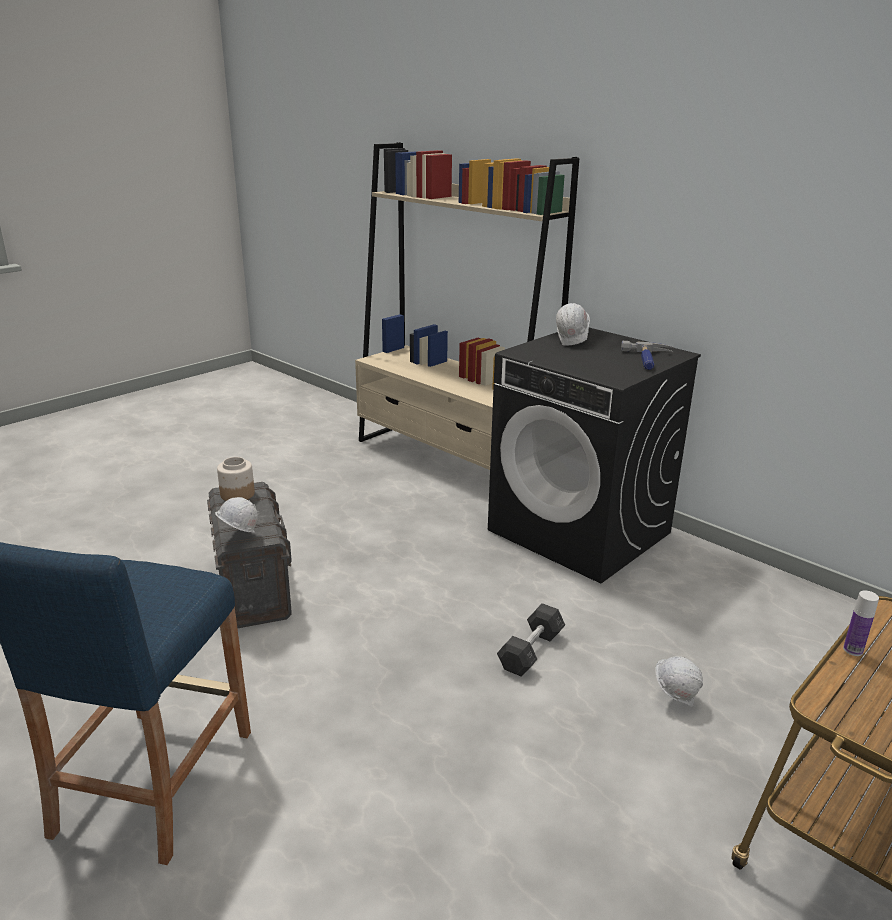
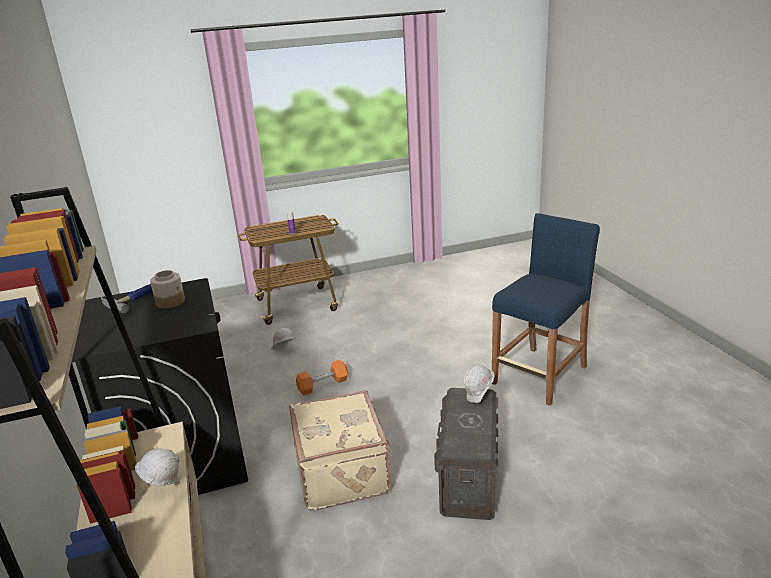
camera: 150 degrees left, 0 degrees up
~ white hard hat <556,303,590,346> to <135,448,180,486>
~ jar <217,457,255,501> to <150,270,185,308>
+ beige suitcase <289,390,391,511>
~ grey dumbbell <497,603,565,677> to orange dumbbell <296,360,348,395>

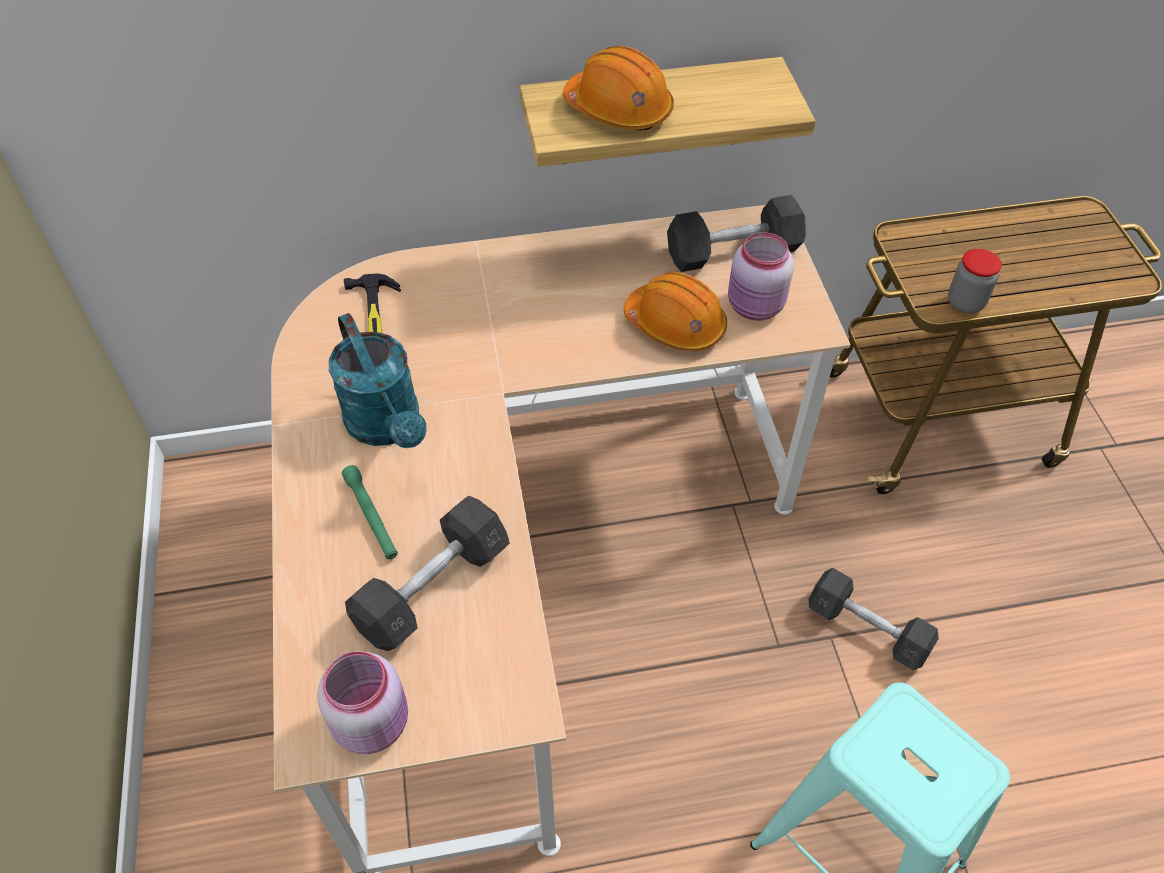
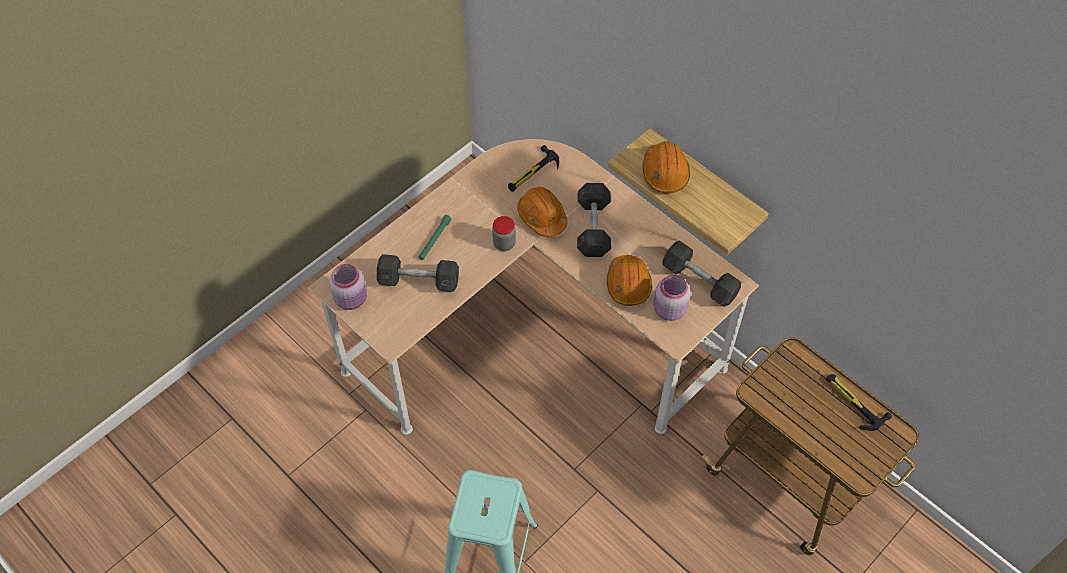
camera: 55 degrees right, 5 degrees up
~ jar <948,249,1002,313> to <492,216,516,251>
+ orange hard hat <517,187,568,237>
~ grey dumbbell <809,568,939,670> to <577,183,611,257>
+ hammer <825,374,892,431>
- turquoise watering can <329,313,427,448>

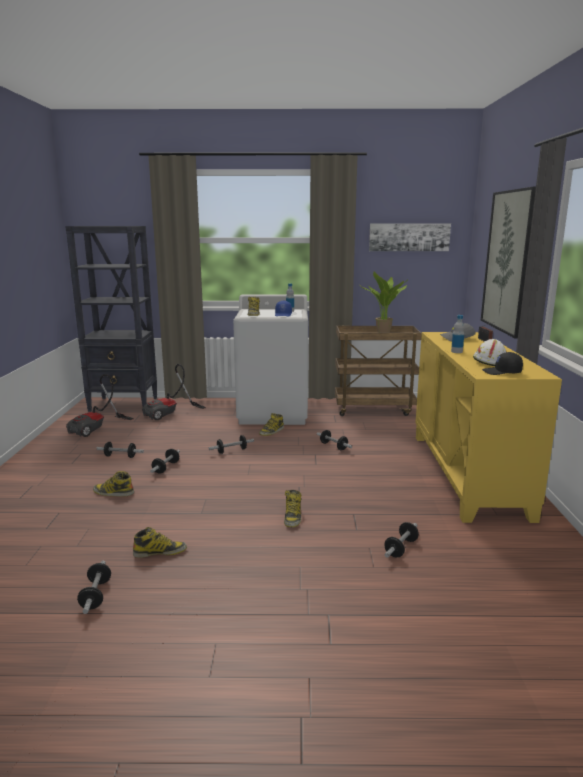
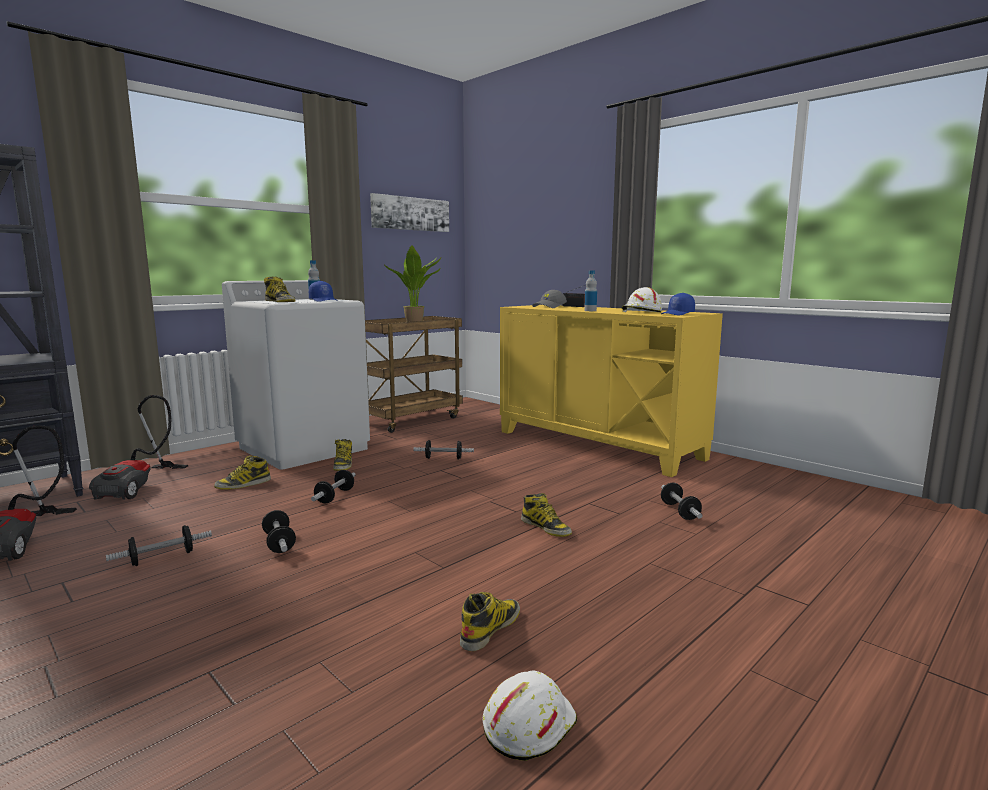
camera: 45 degrees left, 5 degrees down
~ boot <93,471,134,497> to <214,456,271,490>
~ dumbbell <77,561,111,614> to white hard hat <483,671,577,761>
~ black cap <482,352,523,375> to blue cap <661,293,695,315>
- picture <481,187,536,339>

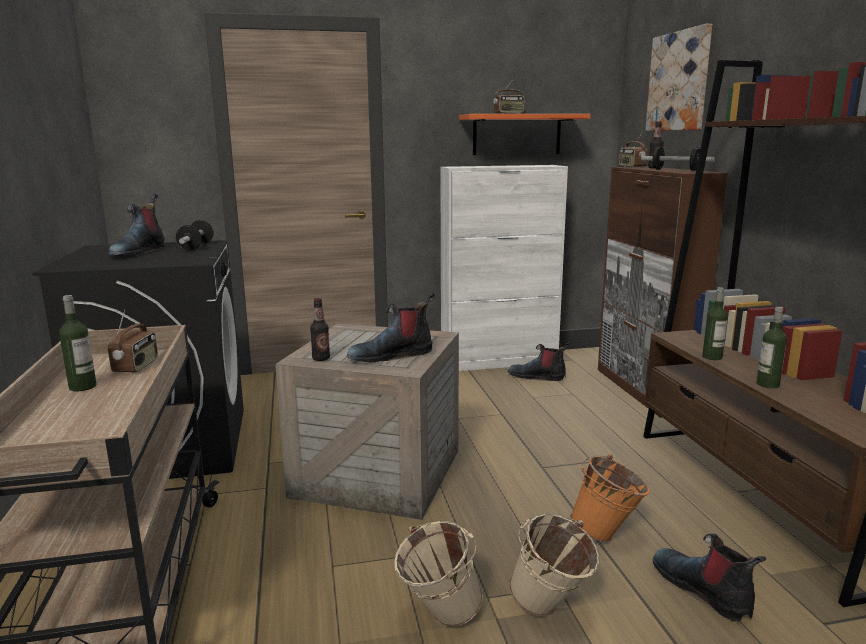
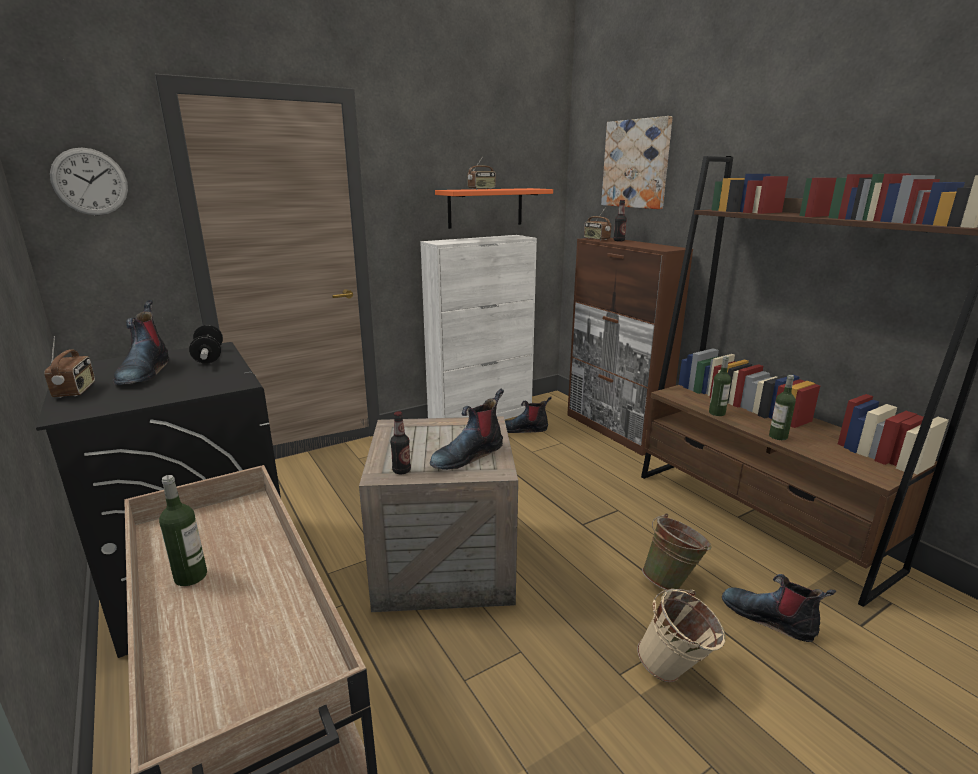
camera: 20 degrees left, 5 degrees up
~ radio <108,309,158,373> to <44,336,95,398>
+ wall clock <50,147,128,215>
~ orange bucket <570,454,650,542> to green bucket <642,513,712,590>
- beige bucket <394,521,483,627>
- dumbbell <641,147,715,171>

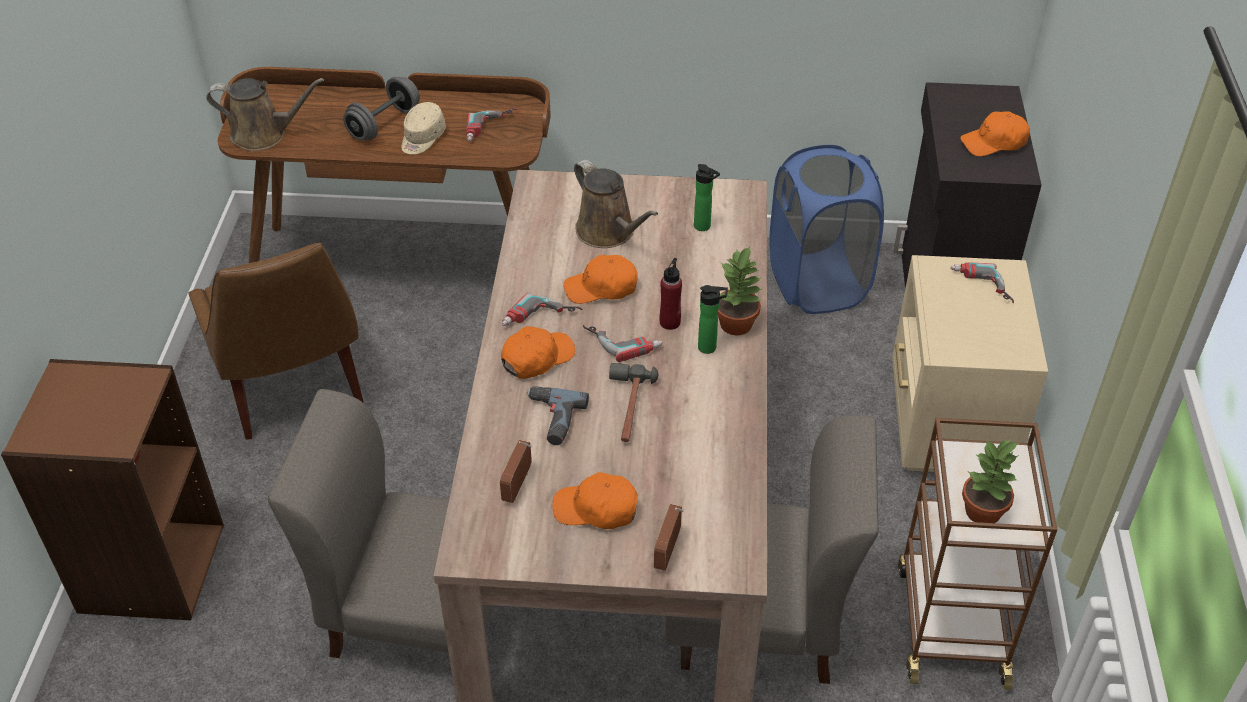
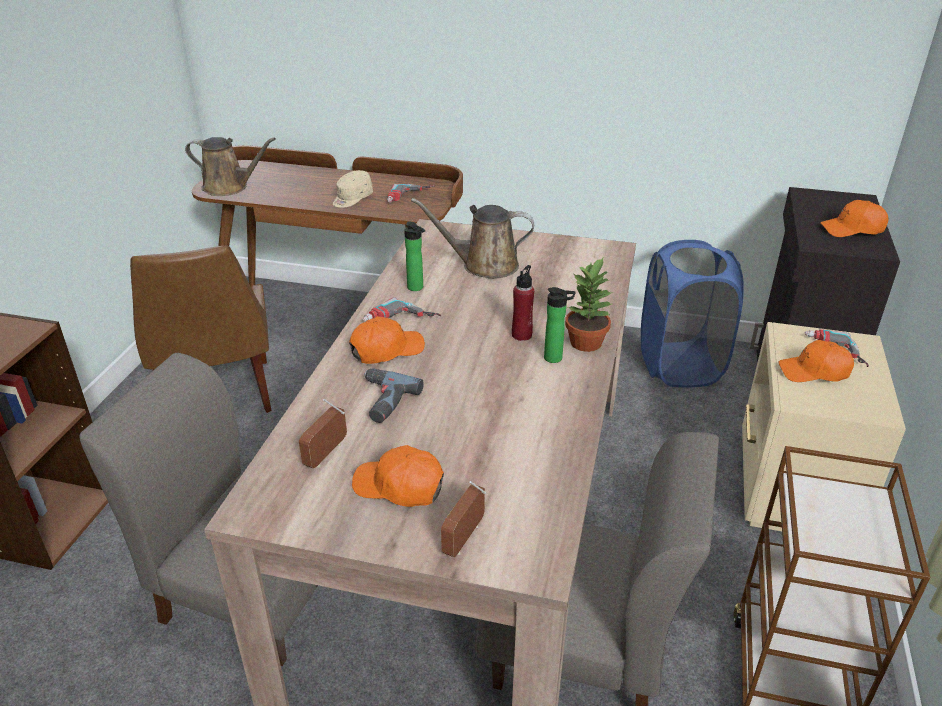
camera: 10 degrees right, 10 degrees down
~ bottle <694,164,720,231> to <404,221,425,291>
~ brown watering can <574,160,658,248> = <411,198,534,279> 120 degrees clockwise
~ orange cap <564,255,638,304> to <779,340,854,382>
- grey dumbbell <343,77,420,140>
- power drill <583,325,663,362>
- hammer <609,363,658,442>
- potted plant <962,438,1019,523>

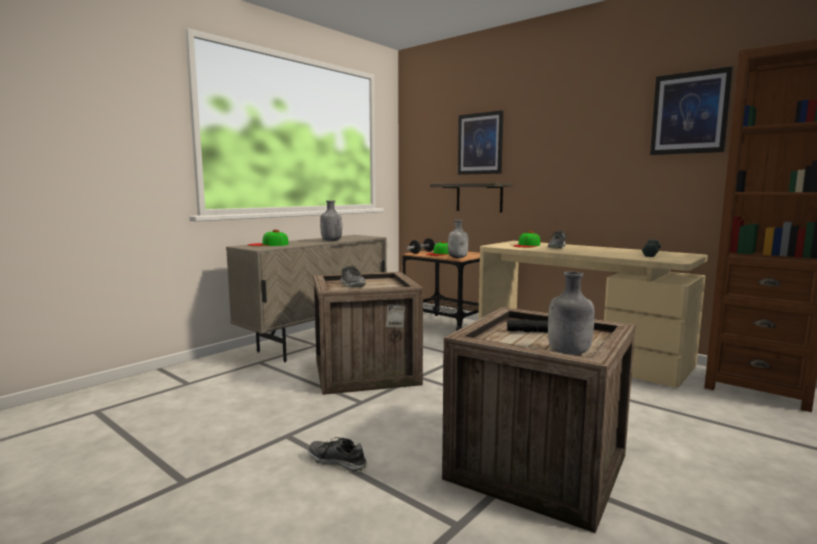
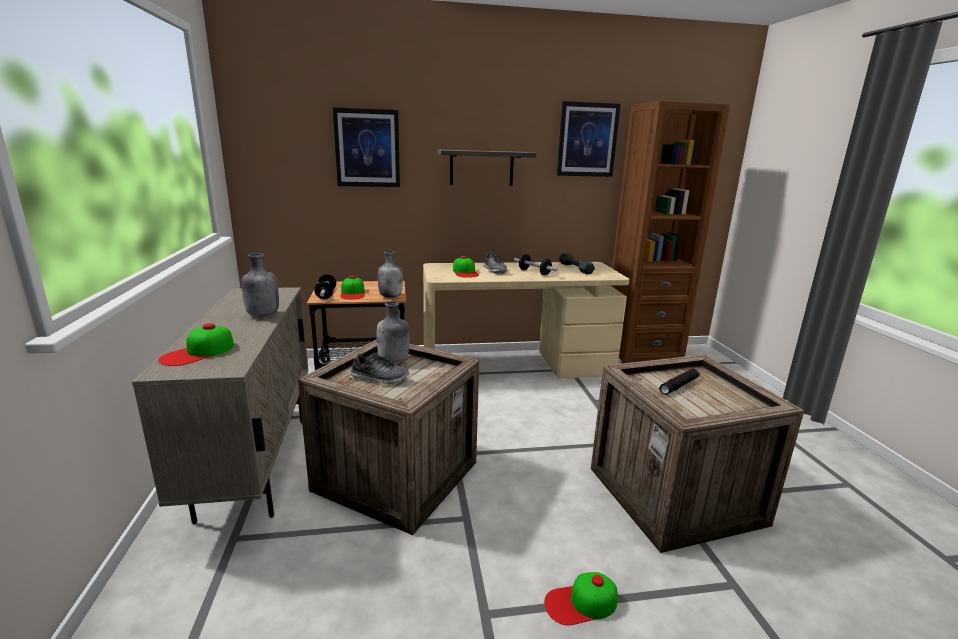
camera: 50 degrees left, 10 degrees up
~ grey bottle <548,272,595,355> to <377,301,410,362>
~ shelf <430,183,513,212> to <437,149,536,186>
+ dumbbell <514,254,558,275>
~ shoe <308,437,367,473> to cap <544,572,618,625>

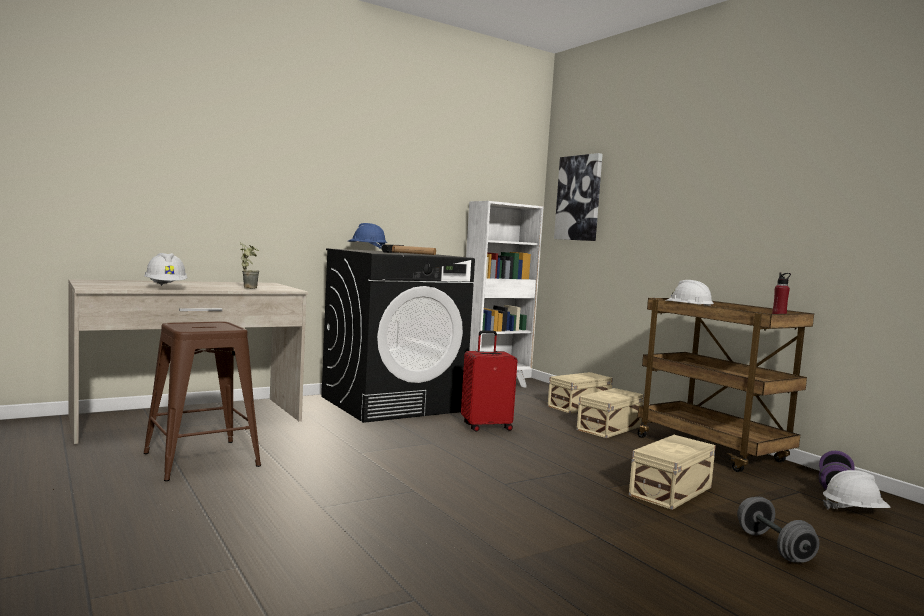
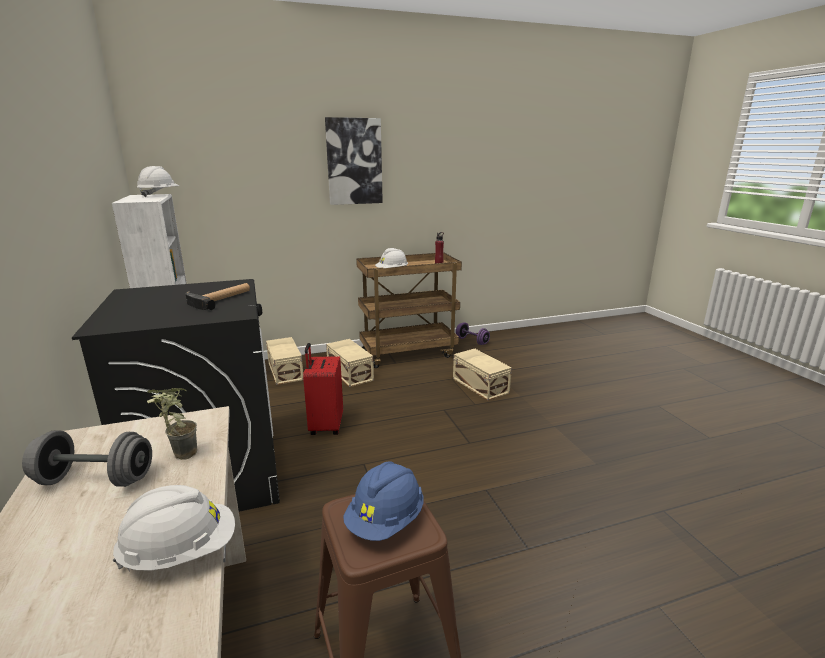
camera: 75 degrees left, 15 degrees up
~ grey dumbbell <737,497,820,563> to <22,430,152,487>
~ white hard hat <823,470,891,510> to <137,166,179,197>
~ picture <554,153,603,241> to <325,117,383,205>
~ blue hard hat <348,223,387,249> to <343,461,423,541>

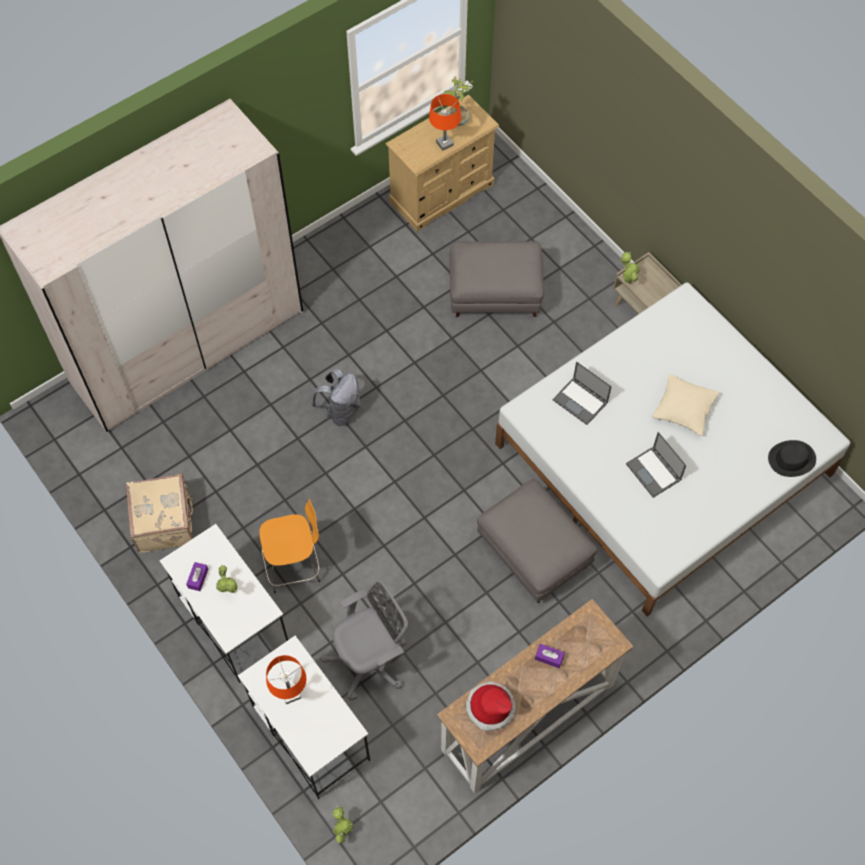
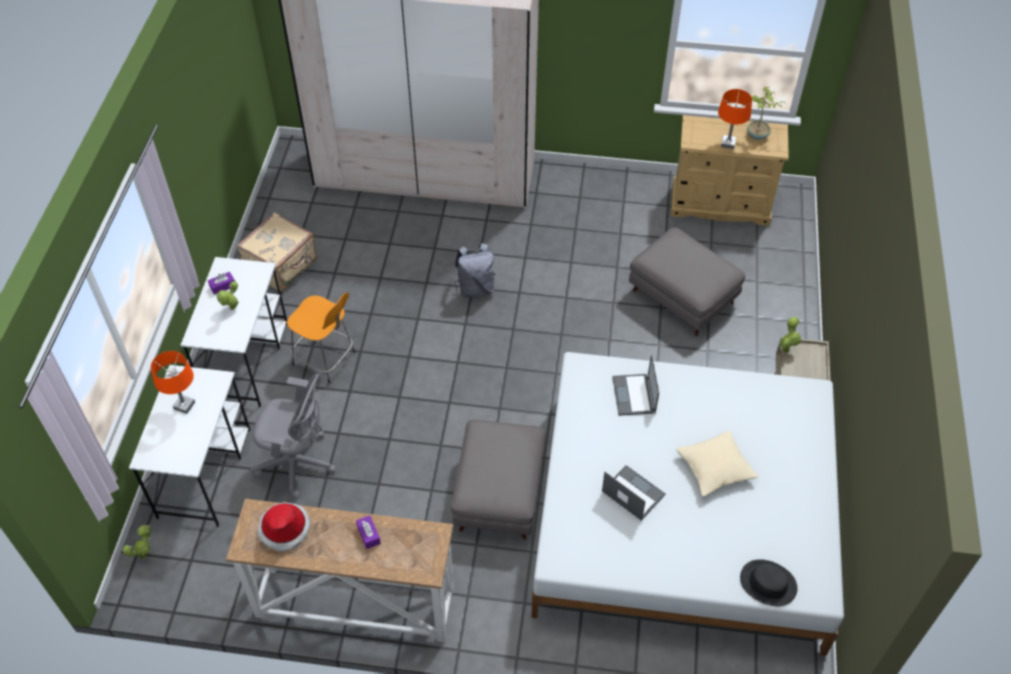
camera: 45 degrees right, 10 degrees down
~ laptop <626,432,686,498> = <602,465,666,521> 120 degrees clockwise

